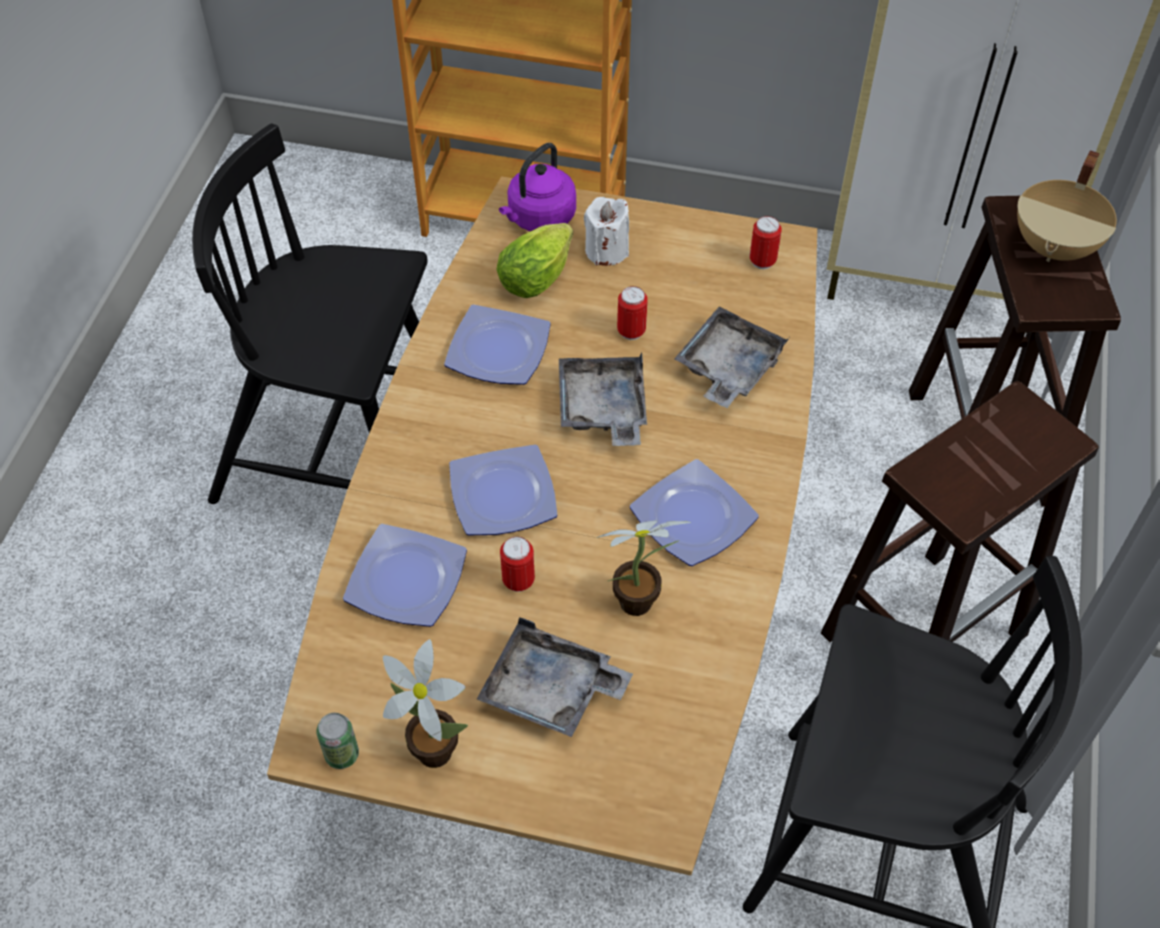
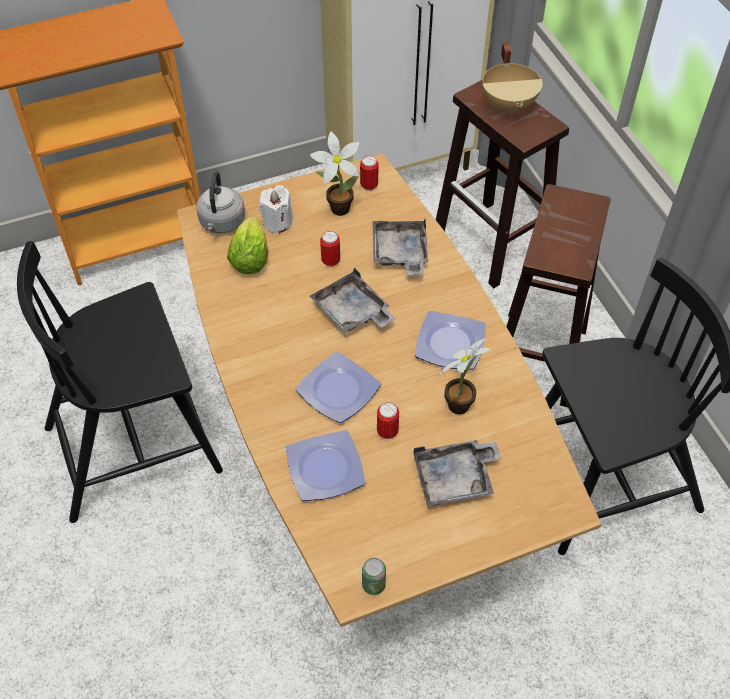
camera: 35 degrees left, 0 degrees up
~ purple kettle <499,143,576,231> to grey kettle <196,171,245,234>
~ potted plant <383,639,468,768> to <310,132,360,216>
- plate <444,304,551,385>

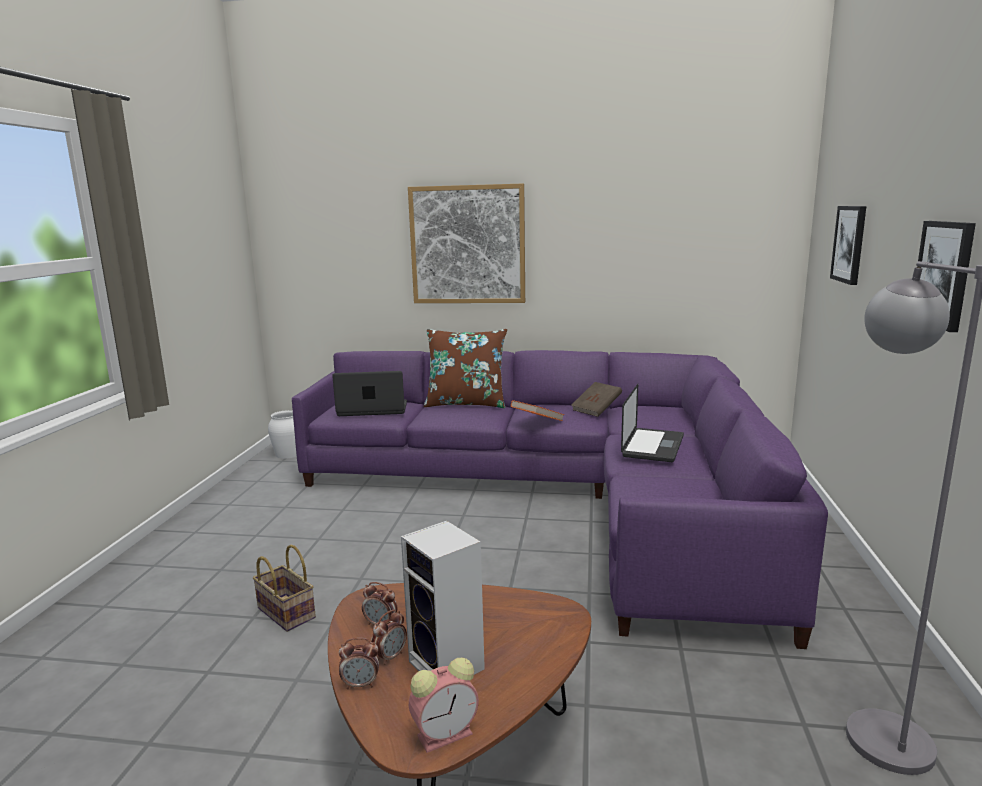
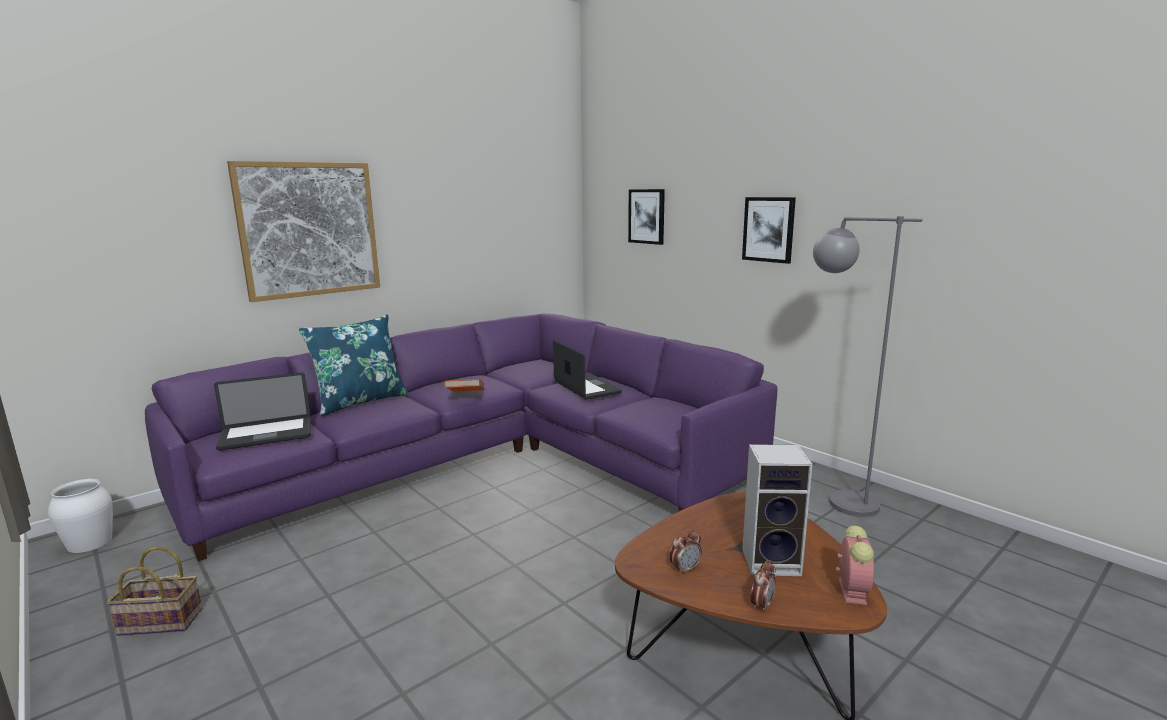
camera: 50 degrees left, 0 degrees up
~ basket <253,545,316,632> to <106,546,202,636>
~ laptop <332,371,407,416> = <214,373,311,451> 150 degrees counterclockwise
~ brown pillow <424,329,507,408> to blue pillow <299,315,408,417>
- alarm clock <371,609,407,665>
- brown book <572,382,622,417>

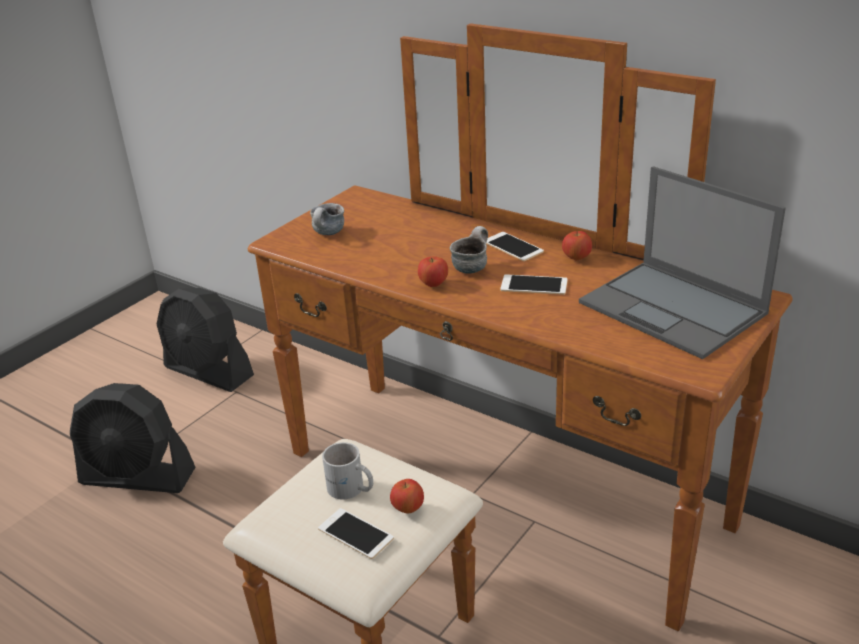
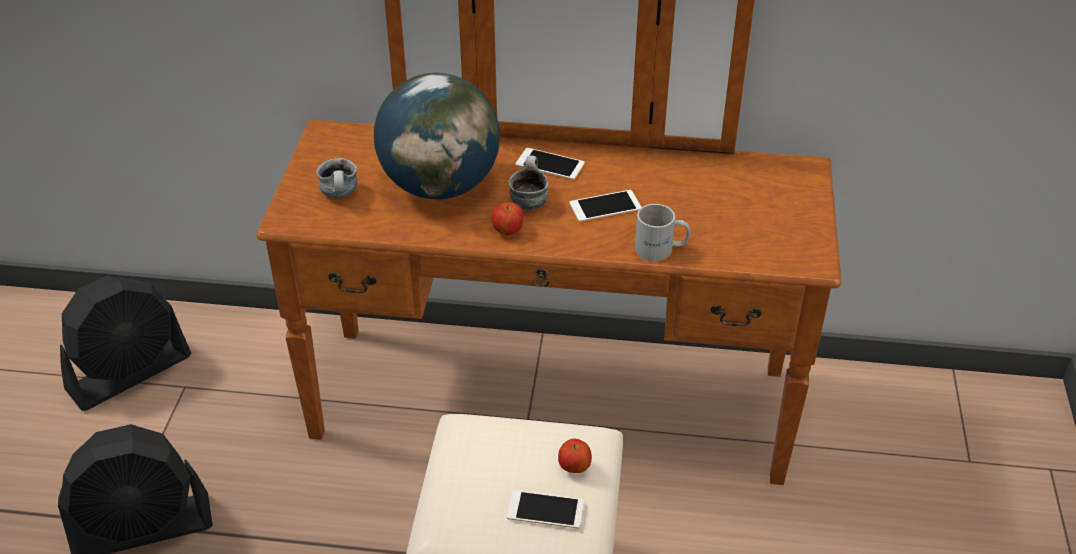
camera: 30 degrees left, 10 degrees up
~ black fan <157,288,254,392> = <60,275,191,411> 45 degrees counterclockwise
+ globe <374,73,500,199>
~ white mug <322,442,373,500> to <635,204,690,261>
- apple <562,231,592,261>
- laptop <579,166,786,359>

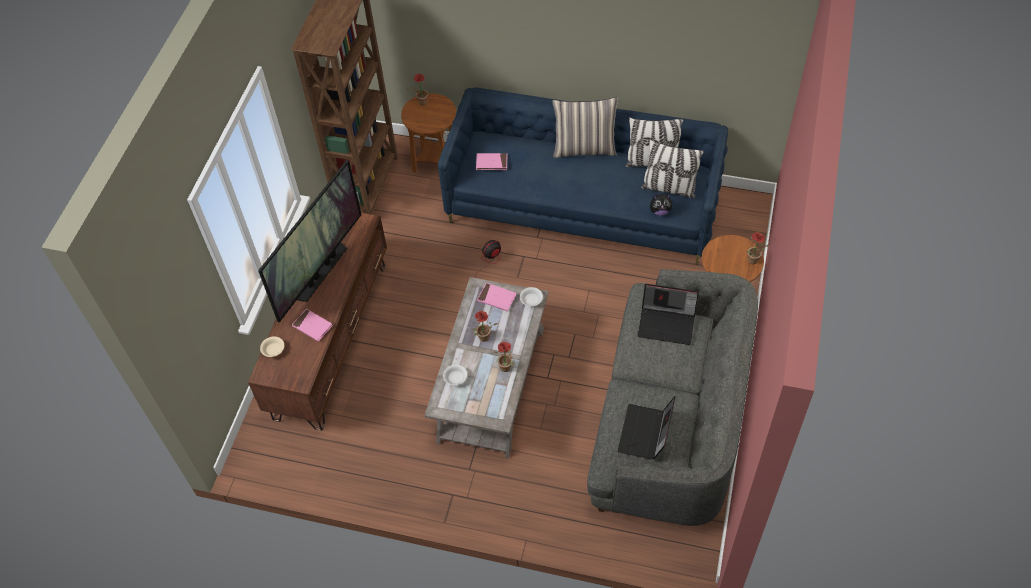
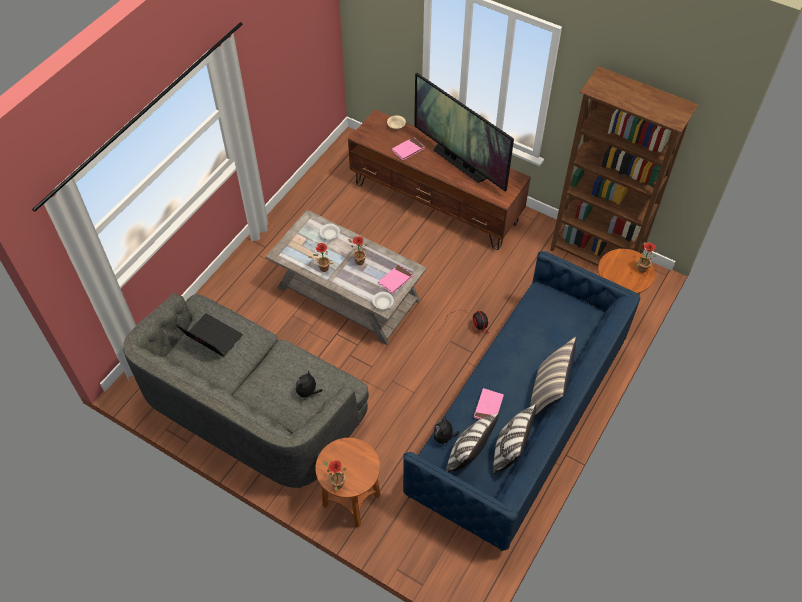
camera: 105 degrees right, 0 degrees up
~ laptop <637,284,699,345> to plush toy <296,370,322,400>
~ pink book <476,153,507,170> to <474,388,504,420>

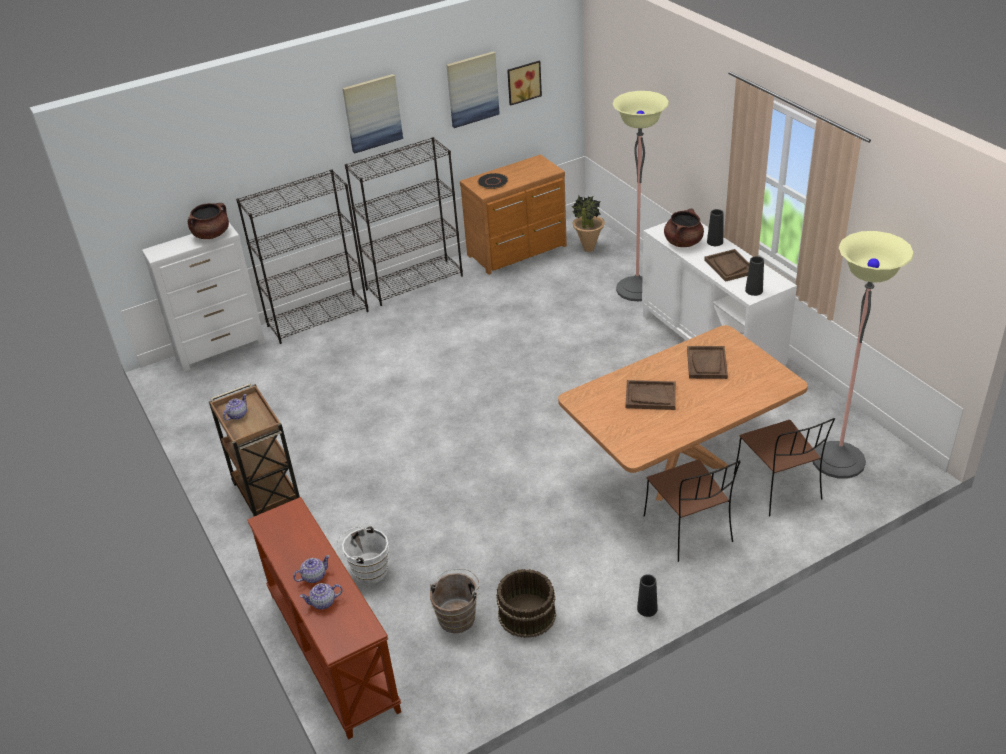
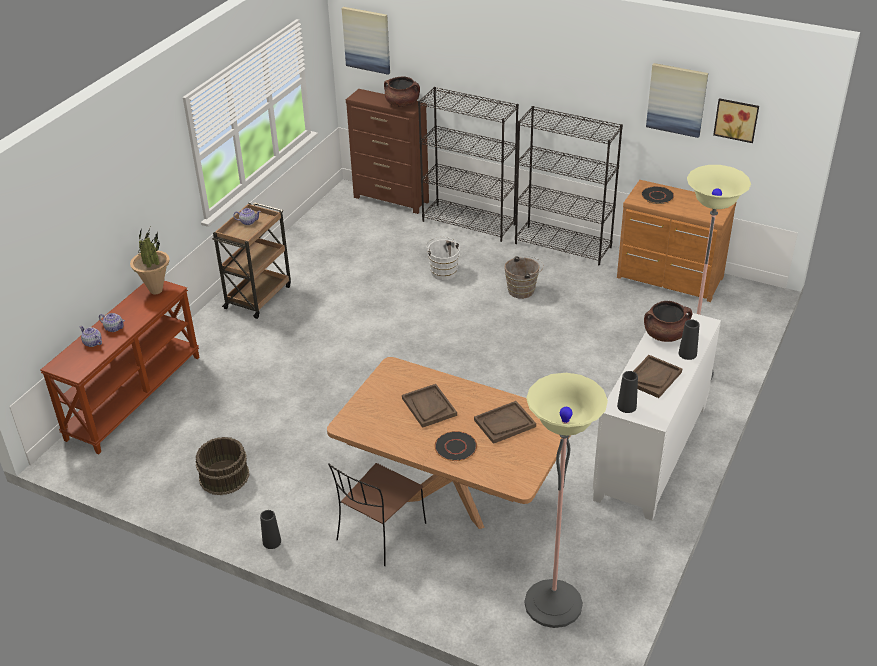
camera: 55 degrees right, 0 degrees up
~ potted plant <571,196,605,252> to <130,227,170,294>
~ picture <342,74,403,154> to <342,7,390,75>
~ white dresser <142,223,265,372> to brown dresser <346,89,429,214>
~ white bucket <337,525,389,584> to <426,237,460,280>
+ black plate <434,431,477,461>
~ brown bucket <430,569,480,633> to <504,256,544,299>
- brown chair <734,418,835,517>

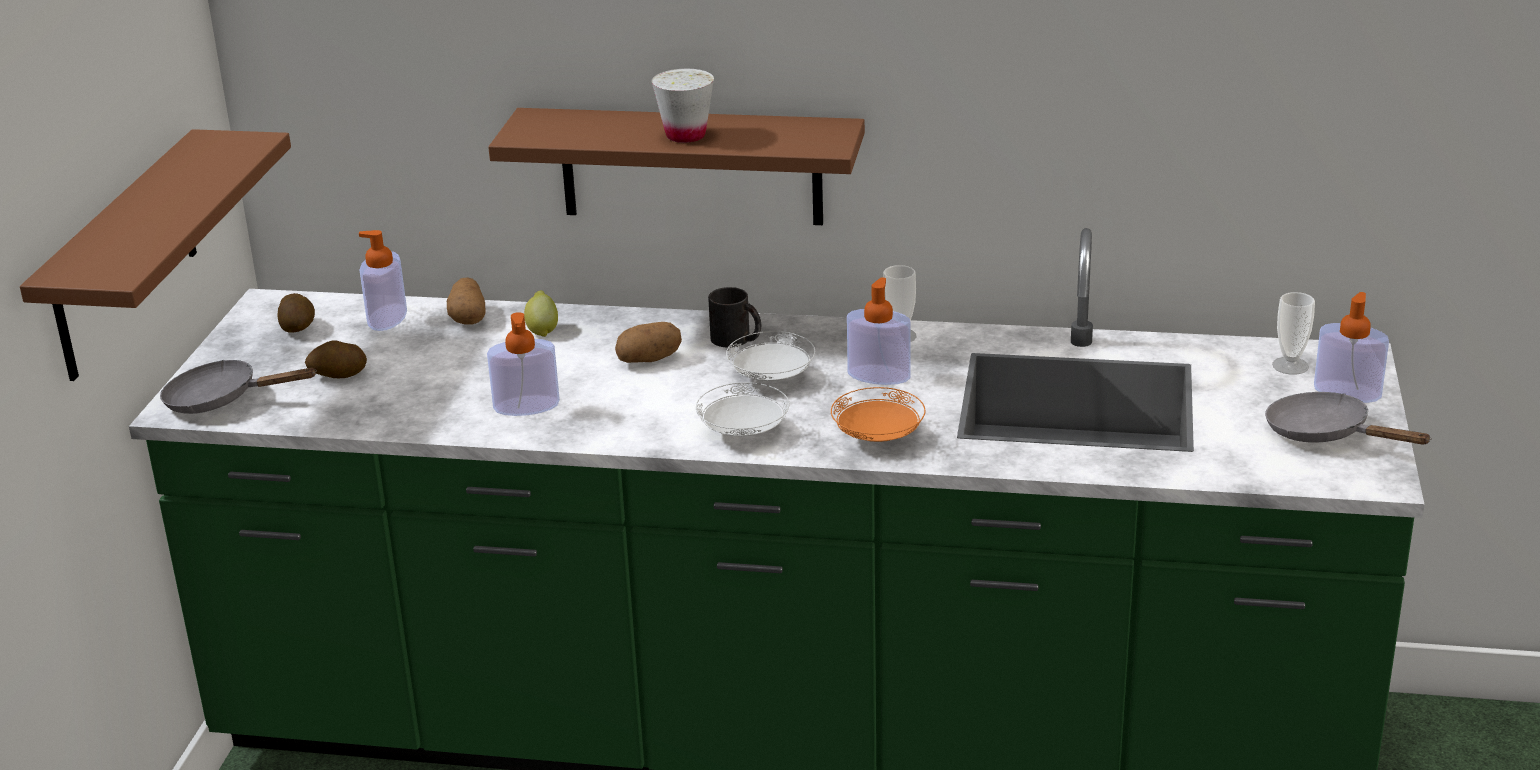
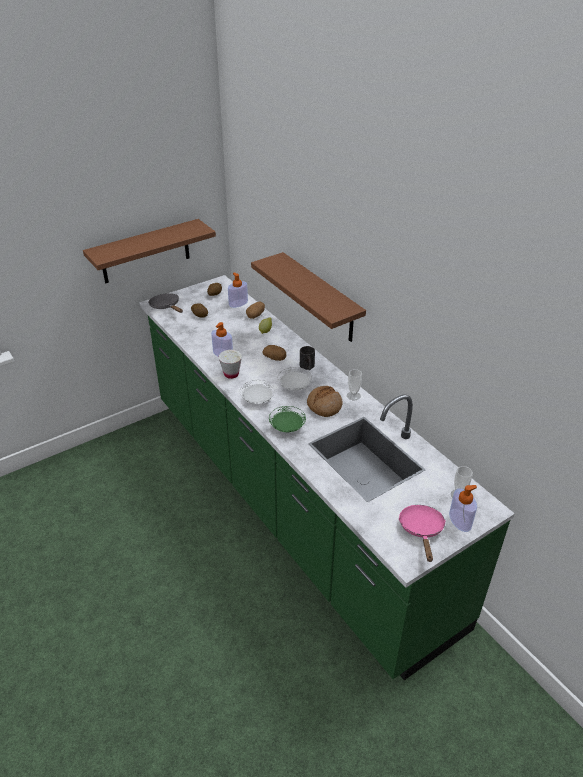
camera: 45 degrees right, 10 degrees up
~ white cup <652,69,714,143> to <218,350,242,379>
~ orange plate <831,387,925,442> to green plate <269,406,306,432>
~ soap dispenser <847,278,911,385> to bread <307,386,343,417>
~ grey frying pan <1265,392,1432,445> to pink frying pan <399,505,446,562>

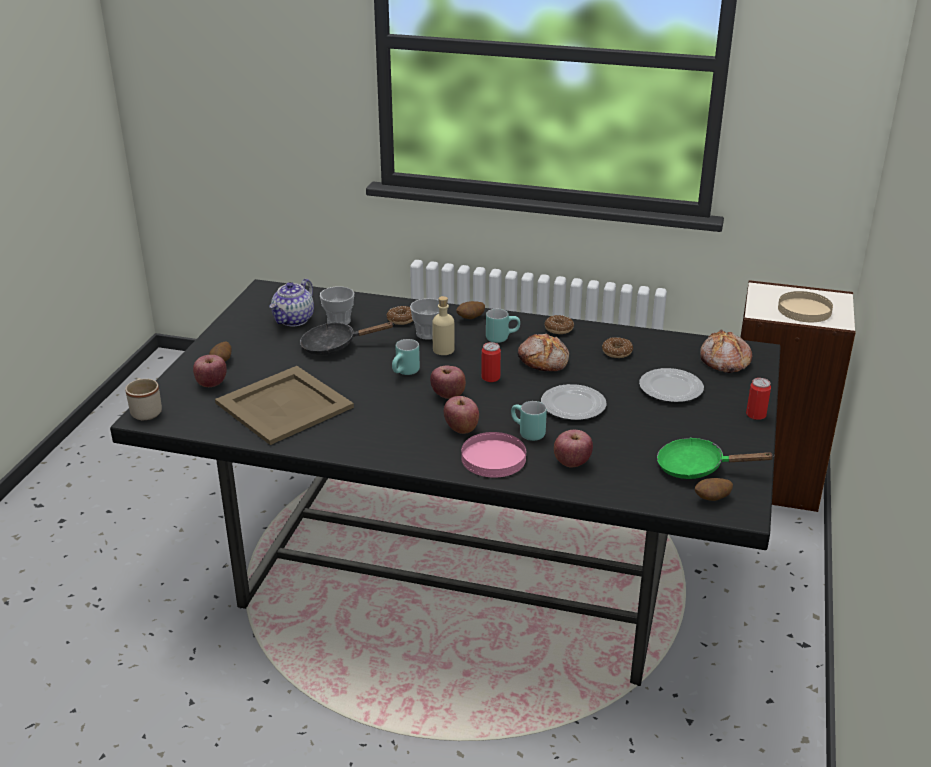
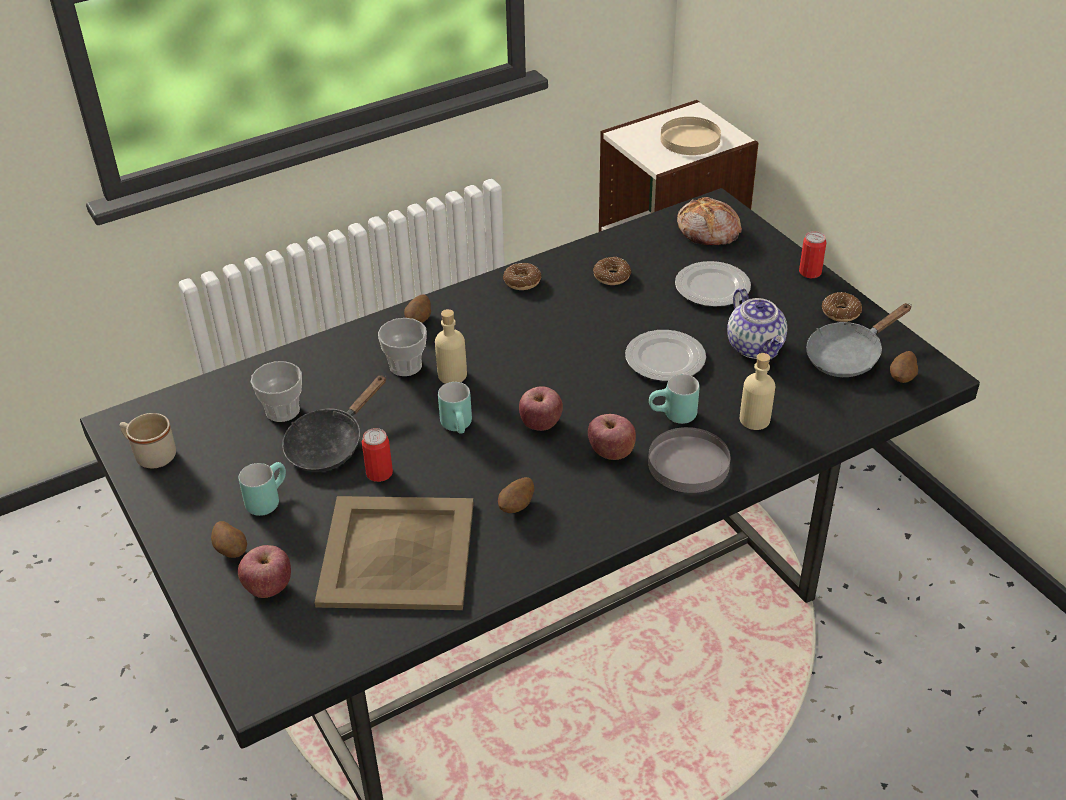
camera: 45 degrees left, 10 degrees up
~ beige mug <125,378,162,420> to <119,413,176,468>
~ turquoise mug <486,309,520,343> to <239,462,286,516>
~ can <481,342,501,382> to <362,428,393,482>
+ potato <498,477,534,513>
~ pink plate <461,432,526,478> to grey plate <648,427,730,493>
~ teapot <270,279,314,326> to <727,288,787,360>
~ apple <554,430,593,467> to beige bottle <740,353,775,430>
~ green frying pan <657,437,775,479> to grey frying pan <806,303,912,377>
~ donut <387,306,413,325> to <822,292,862,322>
- bread <518,333,569,371>

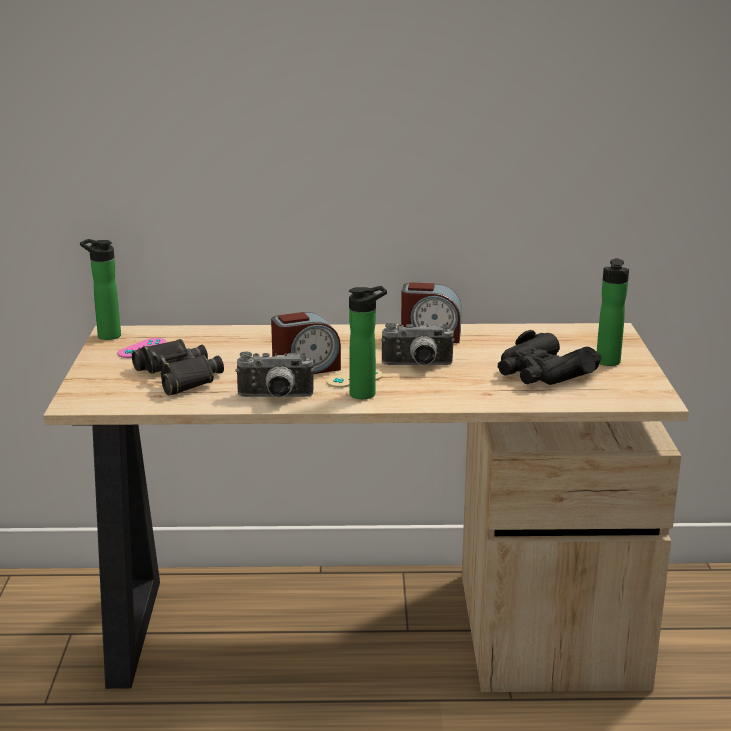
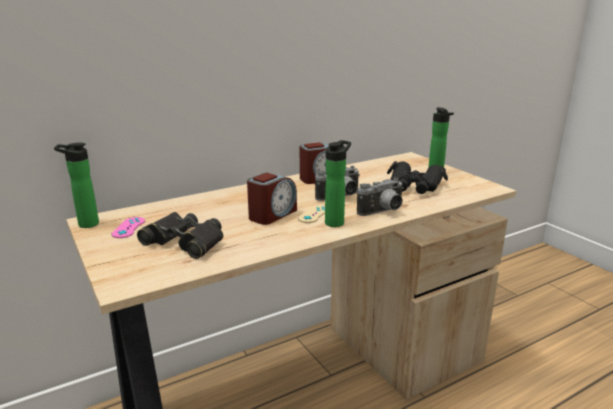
camera: 30 degrees left, 0 degrees up
~ photo camera <235,352,314,397> to <357,178,404,216>

